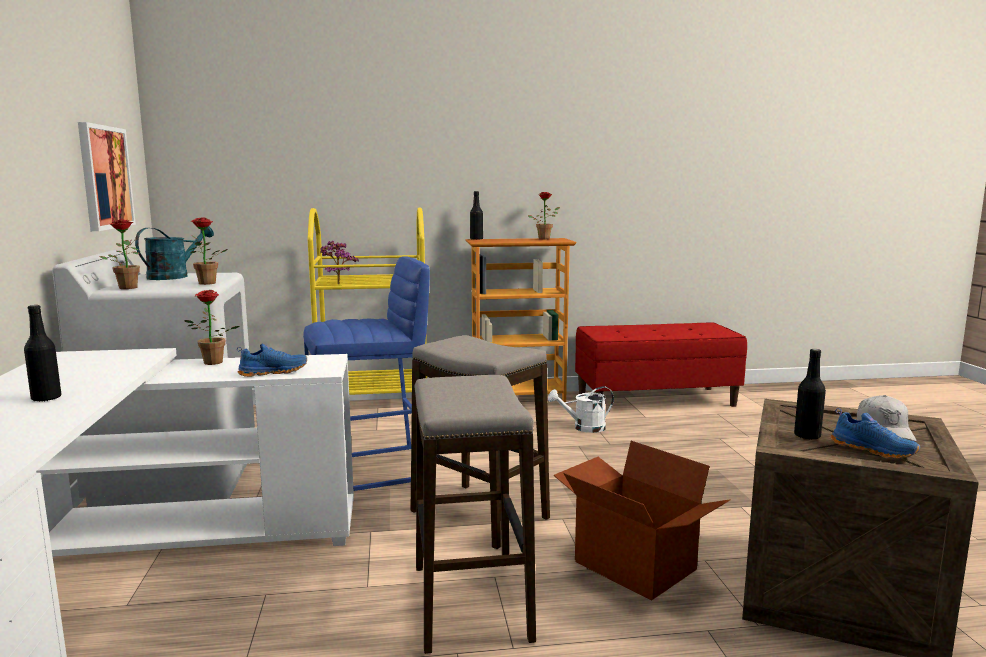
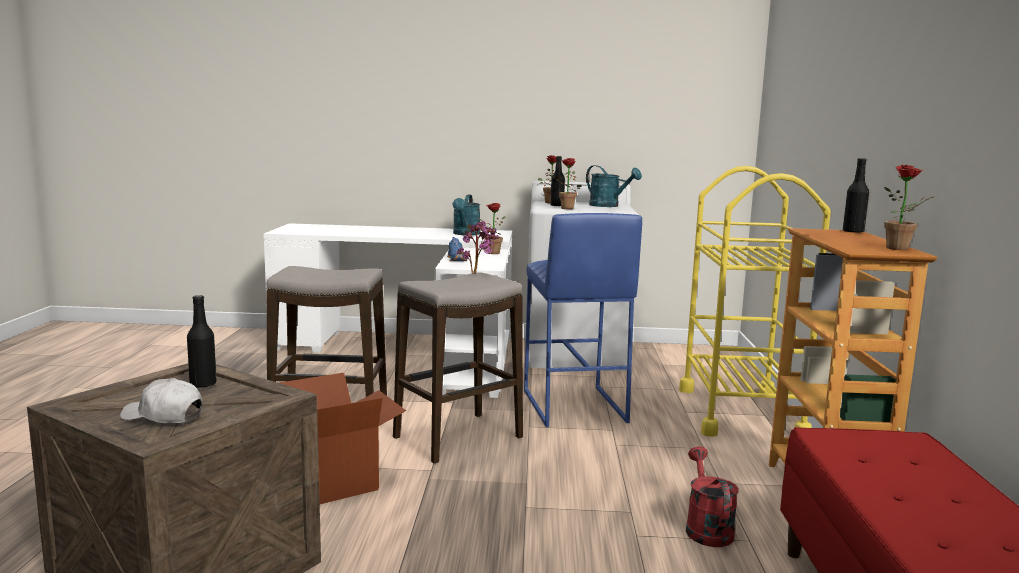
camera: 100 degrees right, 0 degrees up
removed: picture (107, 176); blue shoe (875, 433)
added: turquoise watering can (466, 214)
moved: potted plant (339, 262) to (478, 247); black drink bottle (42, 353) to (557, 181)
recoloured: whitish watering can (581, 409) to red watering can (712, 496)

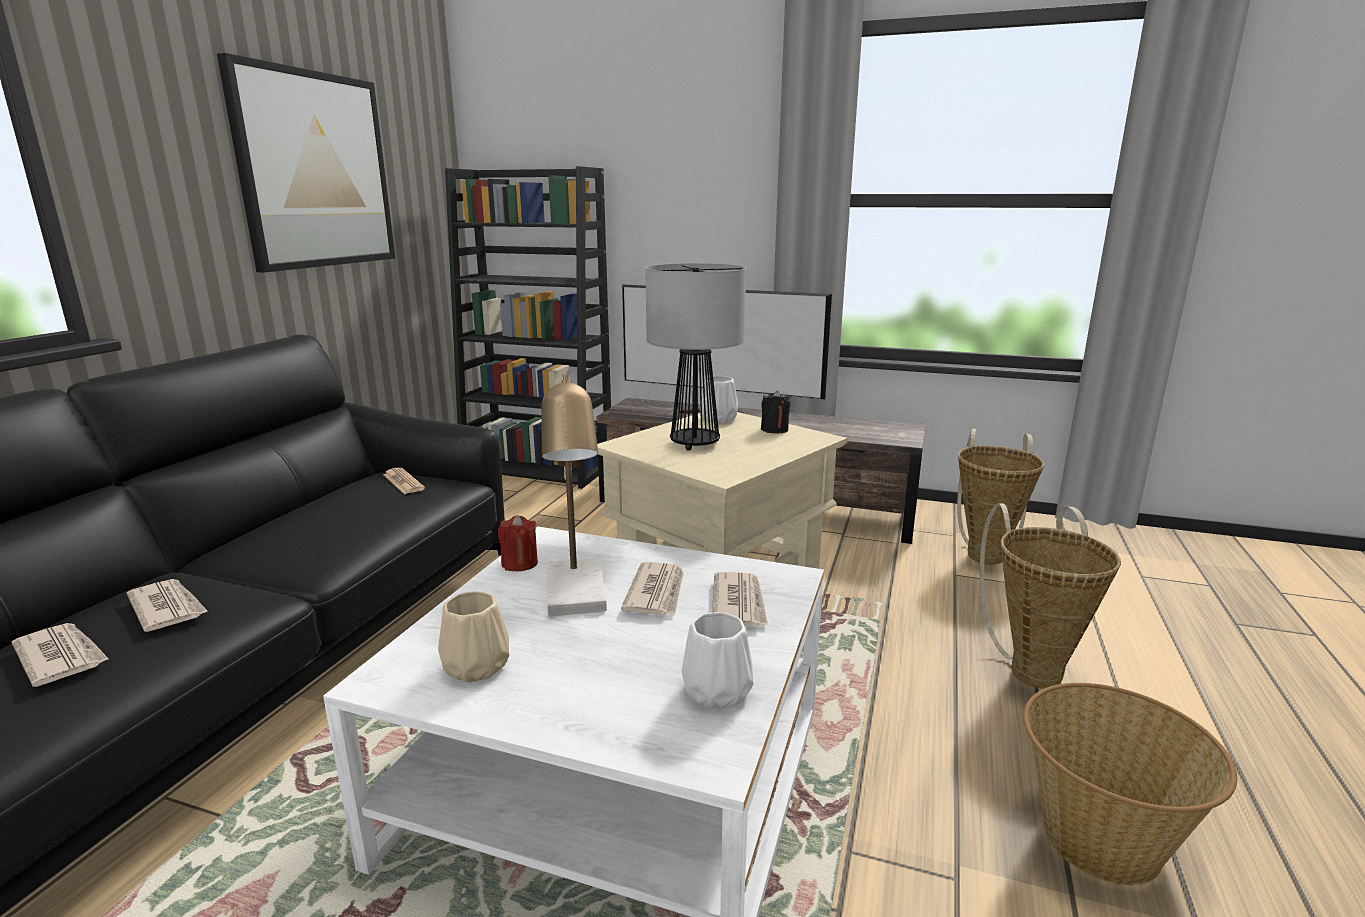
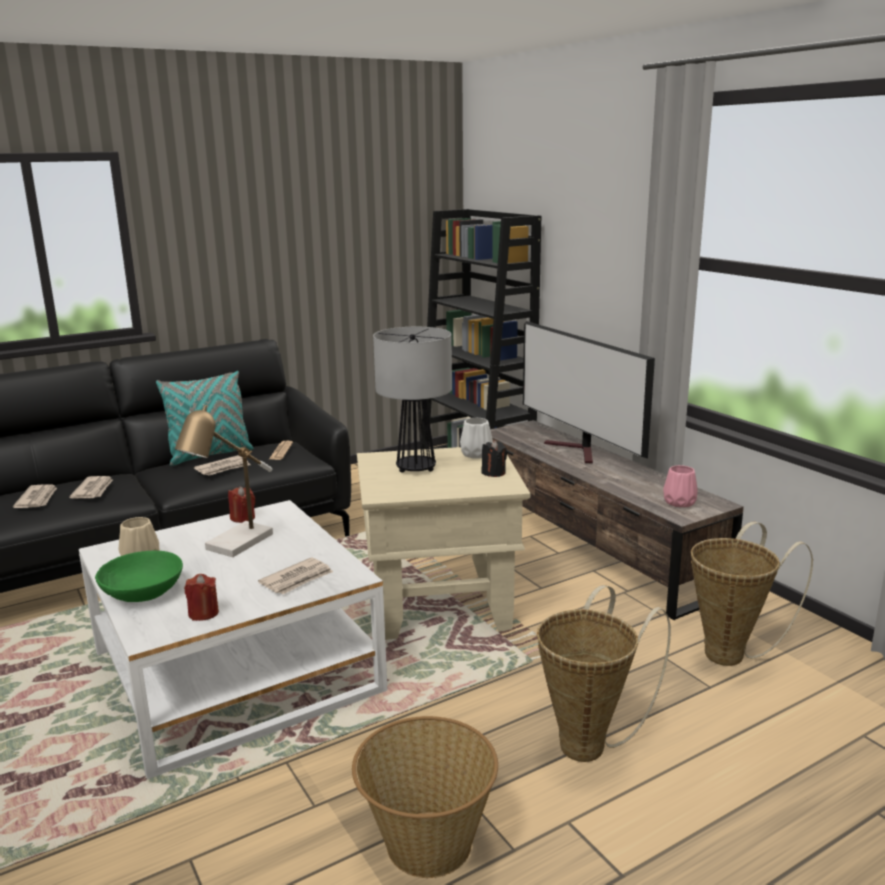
camera: 40 degrees right, 0 degrees up
removed: picture (306, 163)
added: turquoise cushion (205, 418); pink decorative vase (680, 486); green bowl (139, 576)
moved: daily paper (652, 588) to (222, 465)
replaced: whitish decorative vase (717, 660) to red candle (201, 597)

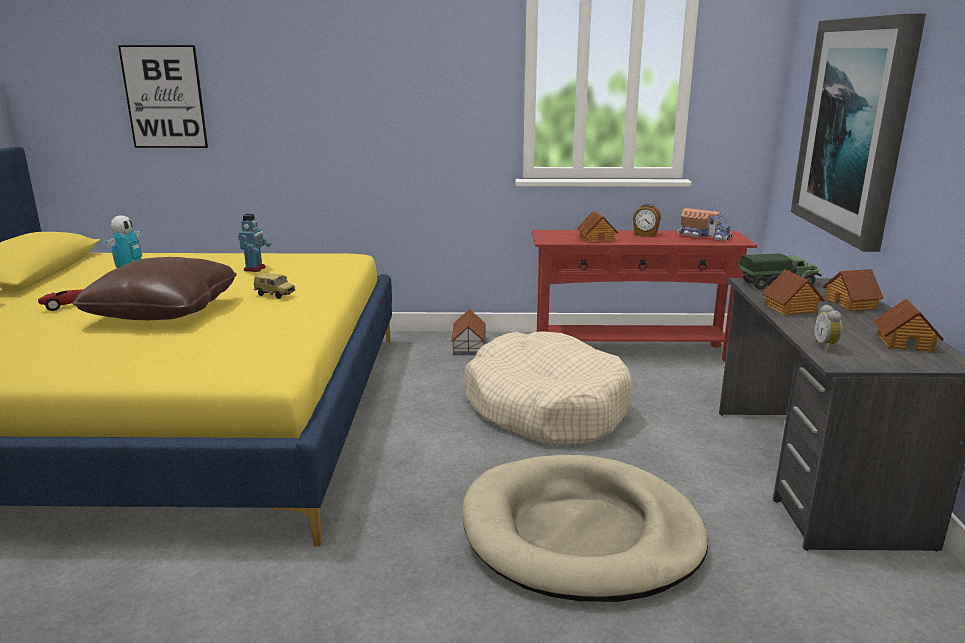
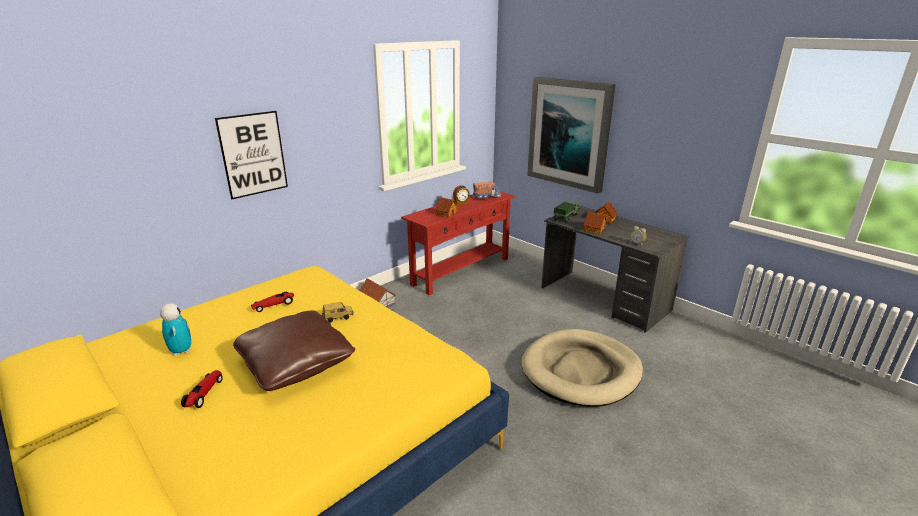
camera: 45 degrees left, 5 degrees up
removed: miniature house (908, 325); beige-coloured dog bed (548, 388)
moved: picture (163, 96) to (251, 155)
replaced: model robot (254, 243) to miniature car (272, 302)

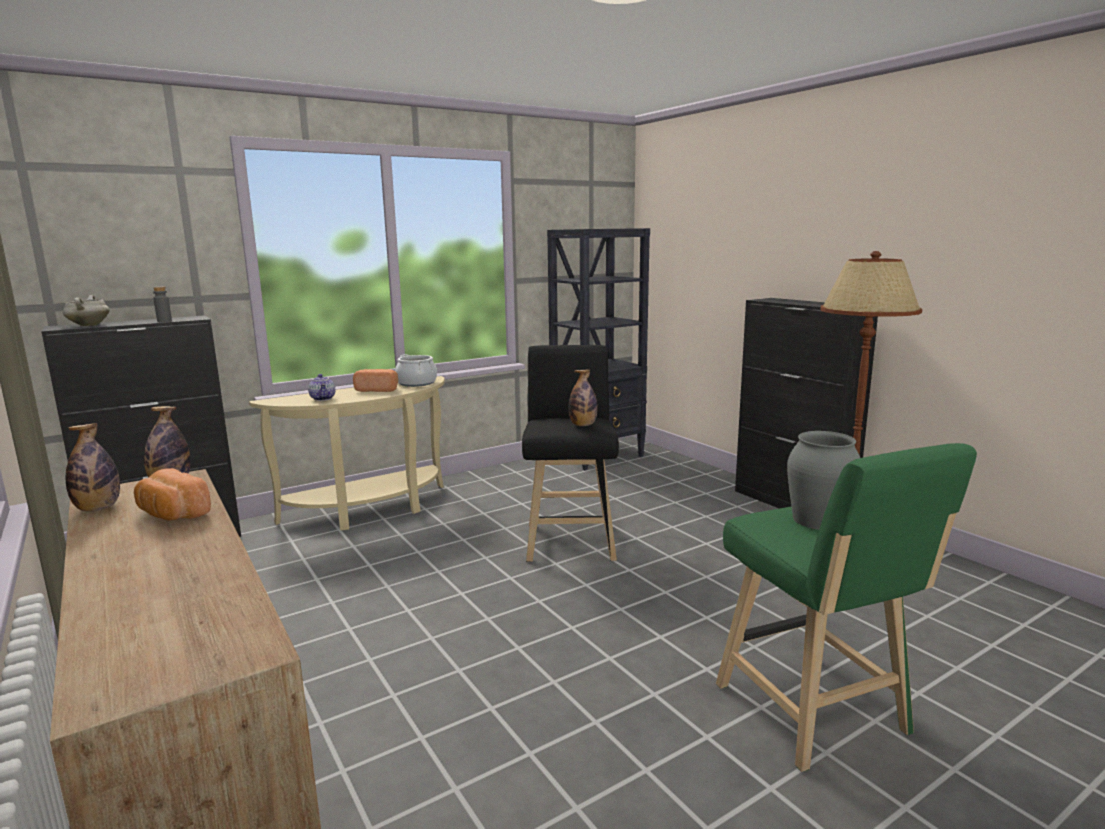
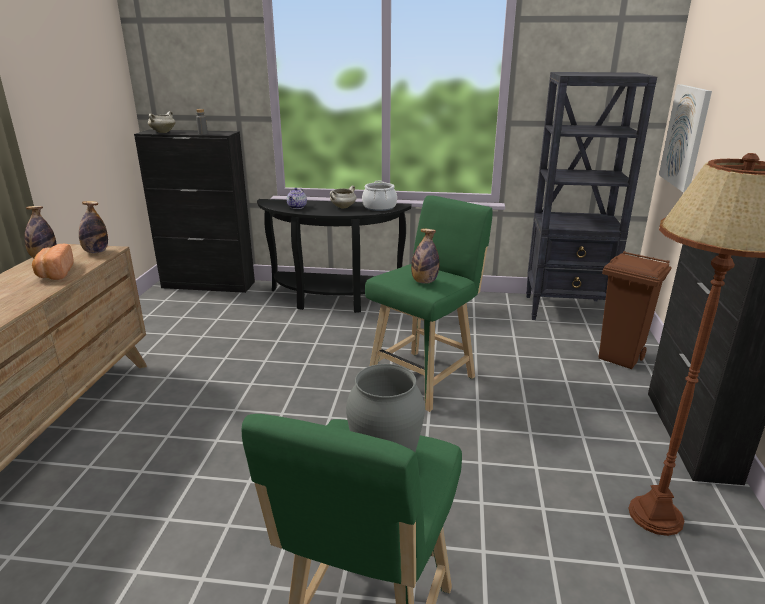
camera: 40 degrees right, 10 degrees up
added: picture (685, 138); brown rubbish bin (635, 310)
replaced: bakery bread (375, 380) to whitish cooking pot (343, 197)
recoloured: black stool seat (570, 453) to green stool seat (428, 303); beige-coloured hall table (347, 453) to black hall table (334, 256)

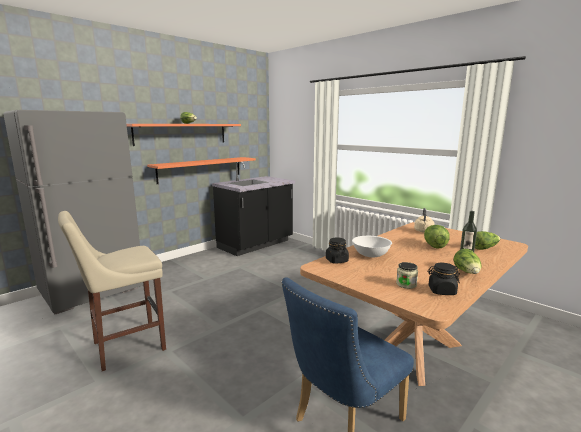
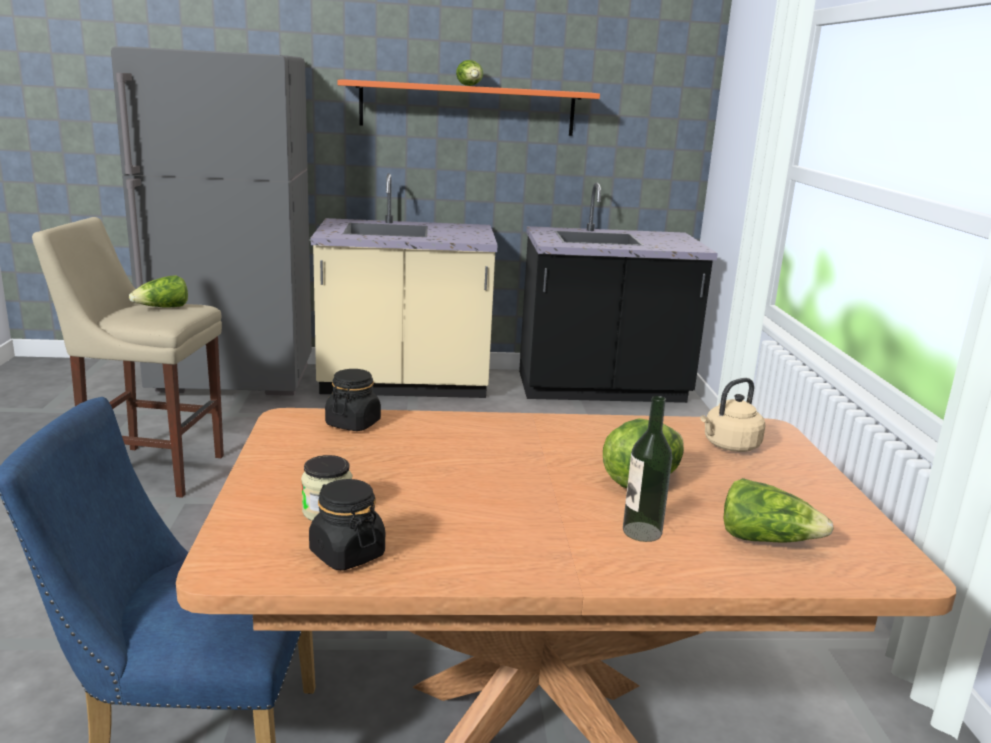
camera: 40 degrees right, 5 degrees up
removed: orange bracket shelf (201, 170); whitish bowl (372, 246)
added: beige-coloured kitchen counter (404, 285)
moved: lettuce (467, 261) to (158, 291)

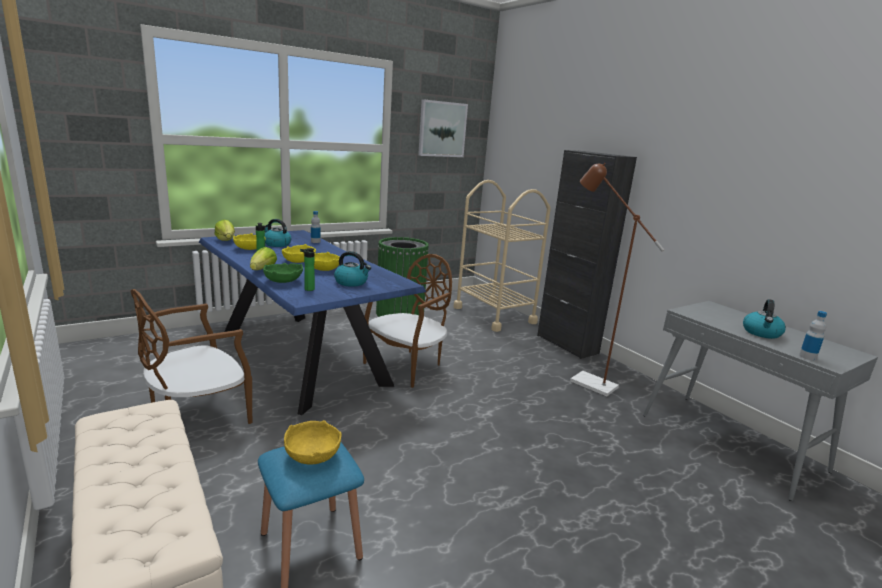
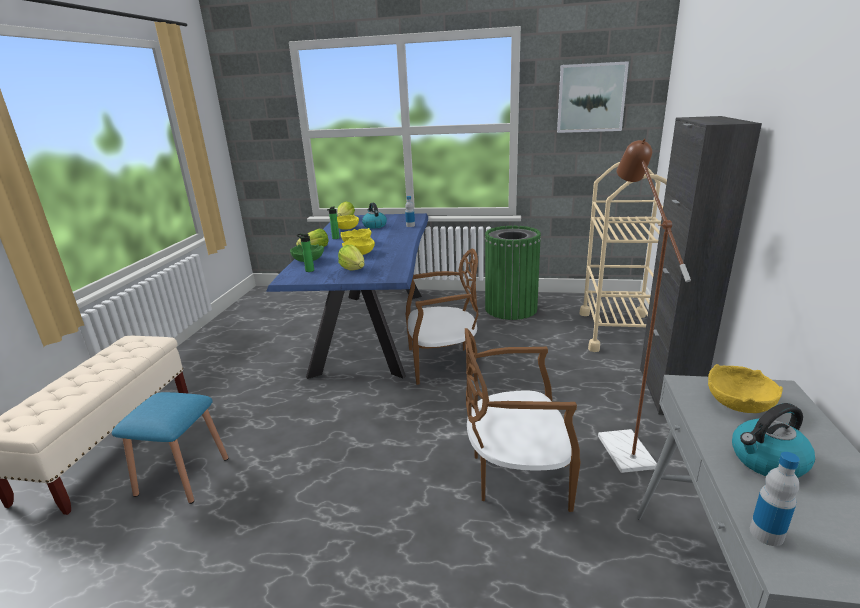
camera: 45 degrees right, 5 degrees up
moved: brown upright chair (191, 356) to (523, 420); yellowish bowl (313, 442) to (745, 388)
replaced: kettle (352, 269) to lettuce (351, 257)

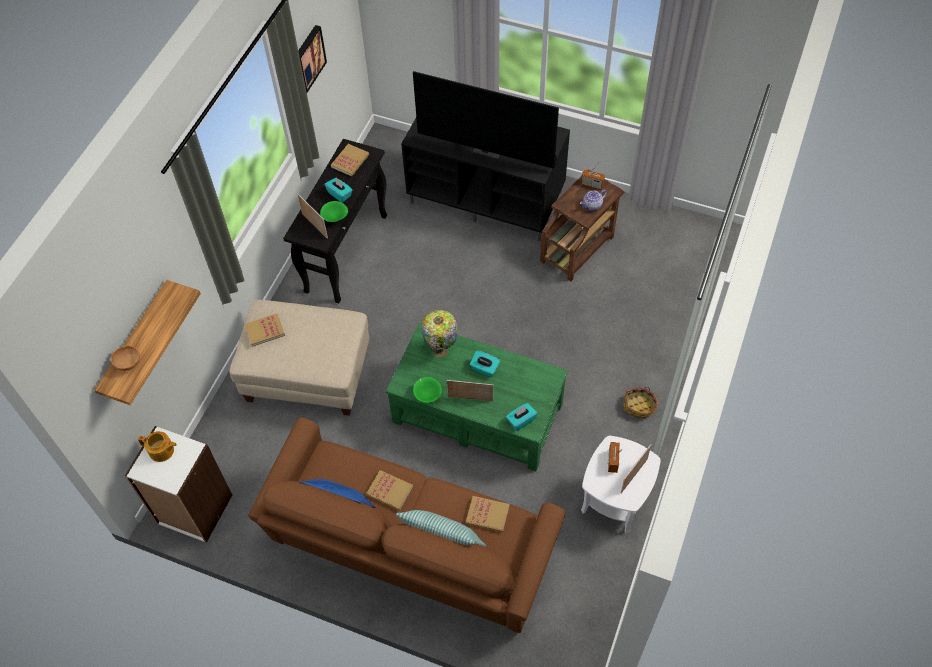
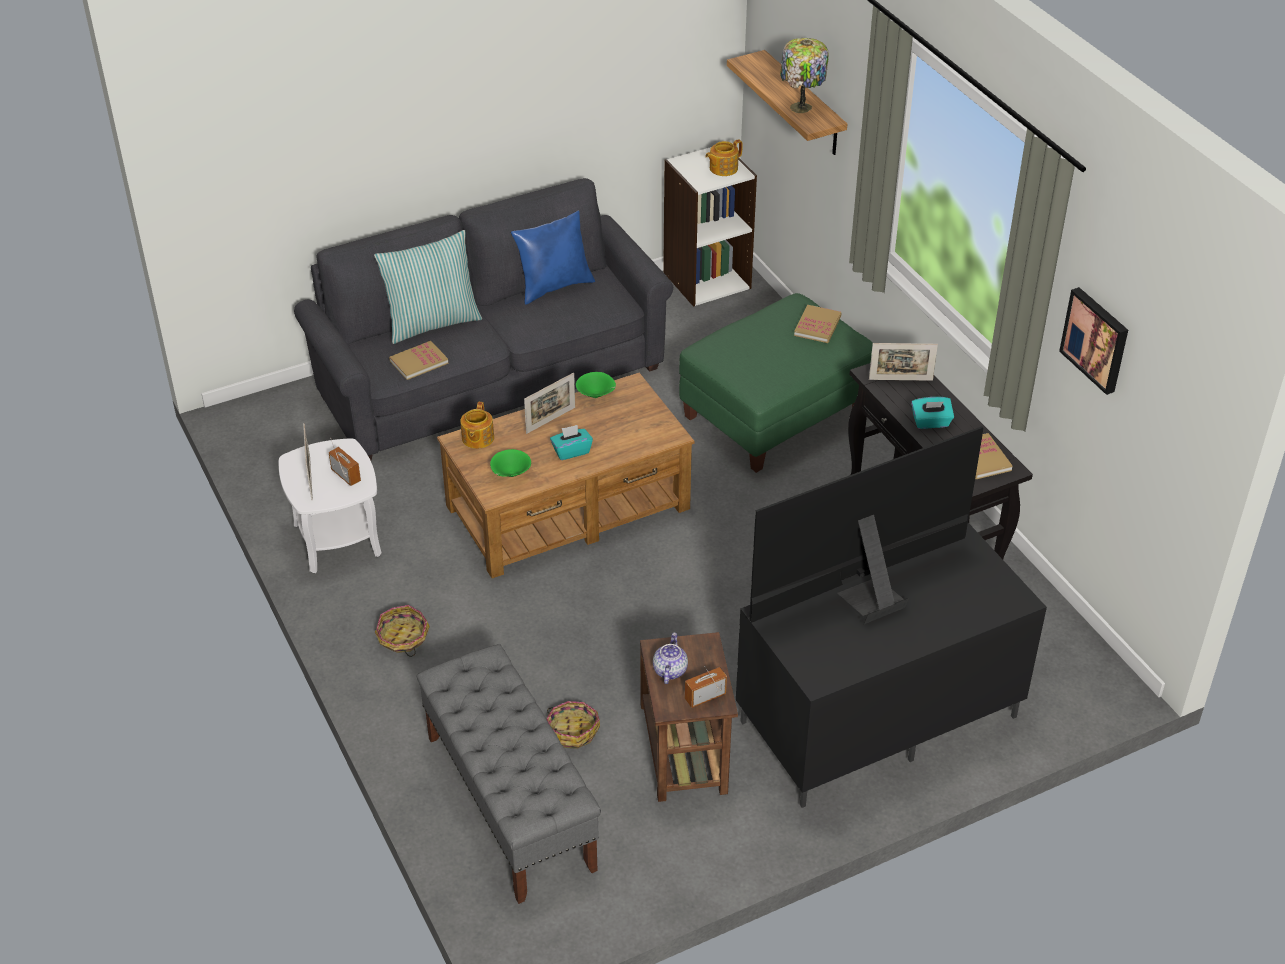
camera: 130 degrees right, 15 degrees down
removed: brown bowl (125, 358); book (389, 490)
added: gray indoor bench (509, 774); household basket (573, 725)
moved: green bowl (334, 211) to (510, 463); tabletop lamp (440, 334) to (804, 75)
replaced: turquoise tissue holder (522, 417) to teapot (477, 425)
recoloured: beige-coloured pouffe (299, 358) to green pouffe (776, 383); green coffee table (477, 397) to brown coffee table (566, 475); brown settee (407, 525) to gray settee (483, 319)

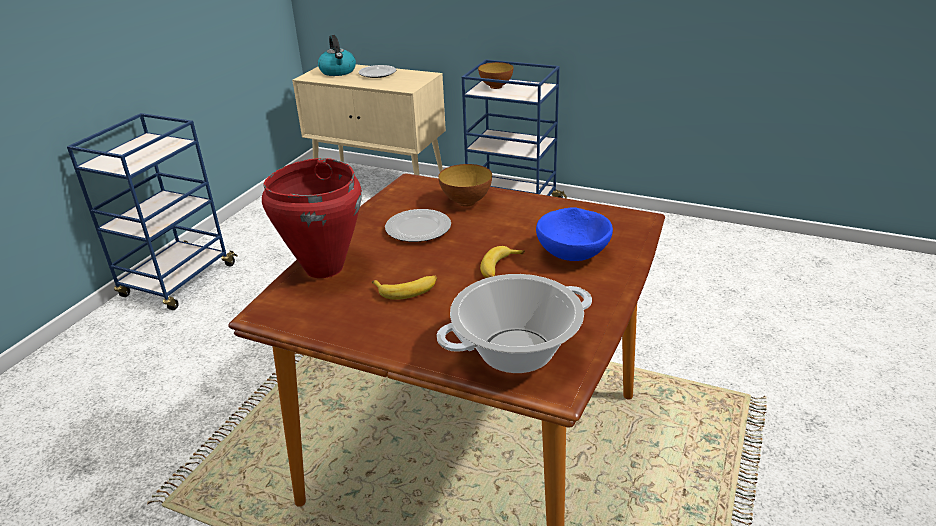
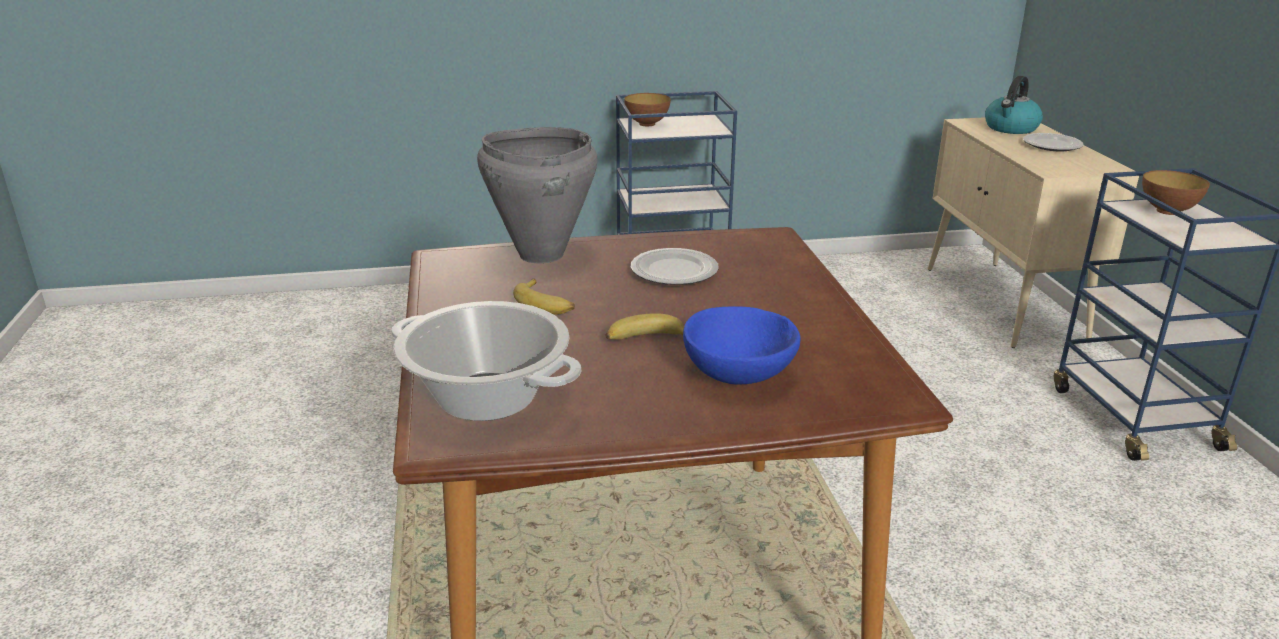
camera: 55 degrees right, 5 degrees down
moved: bowl (465, 185) to (647, 109)
recoloured: red cooking pot (312, 218) to gray cooking pot (537, 195)

